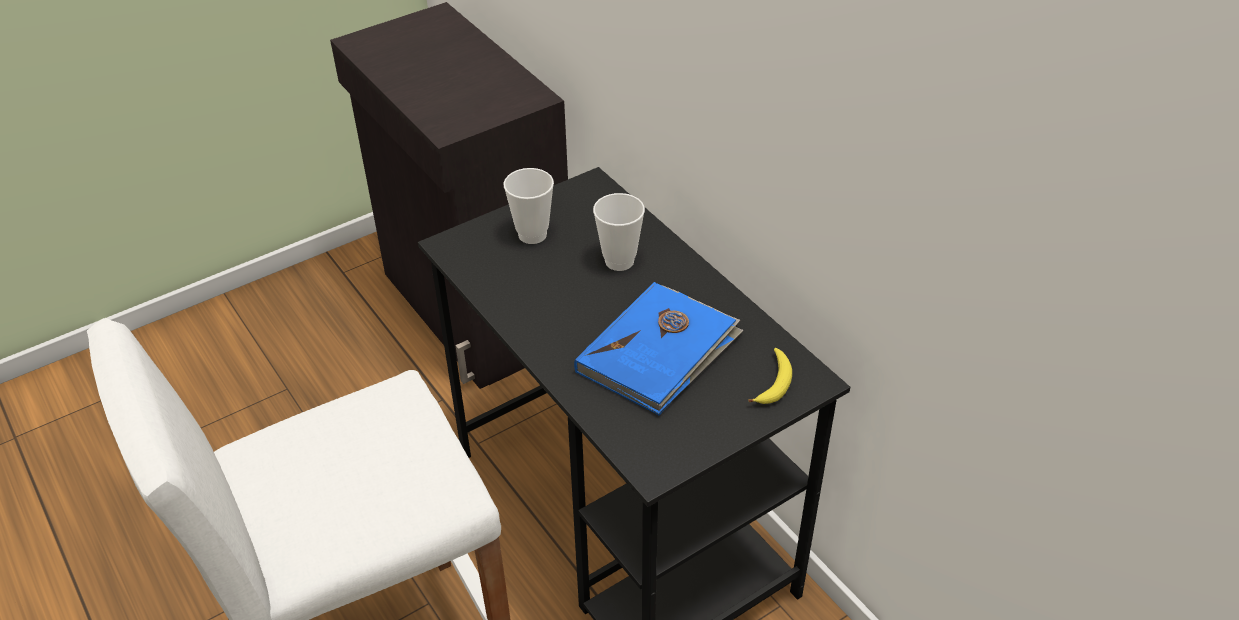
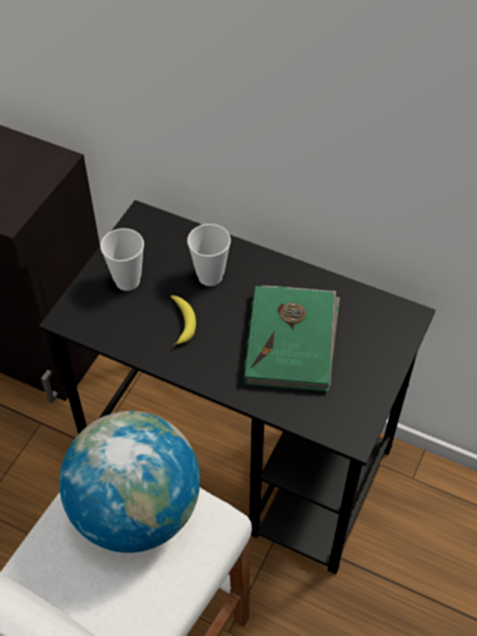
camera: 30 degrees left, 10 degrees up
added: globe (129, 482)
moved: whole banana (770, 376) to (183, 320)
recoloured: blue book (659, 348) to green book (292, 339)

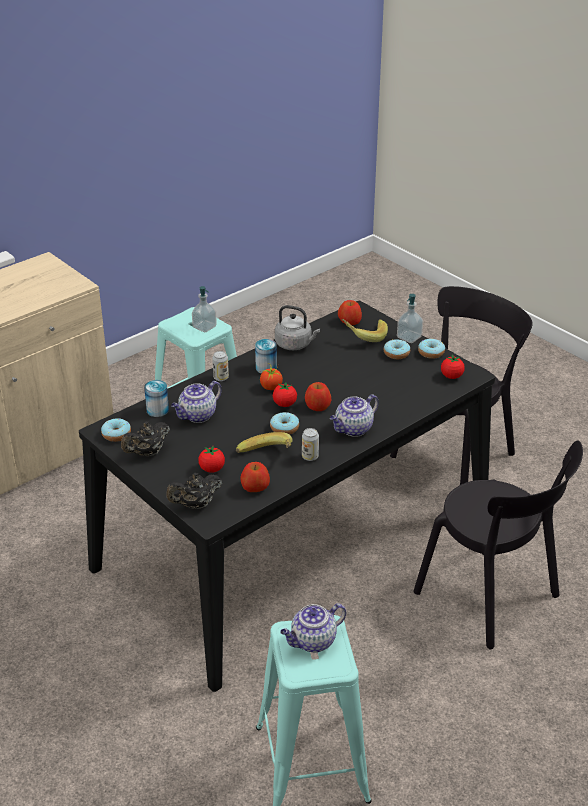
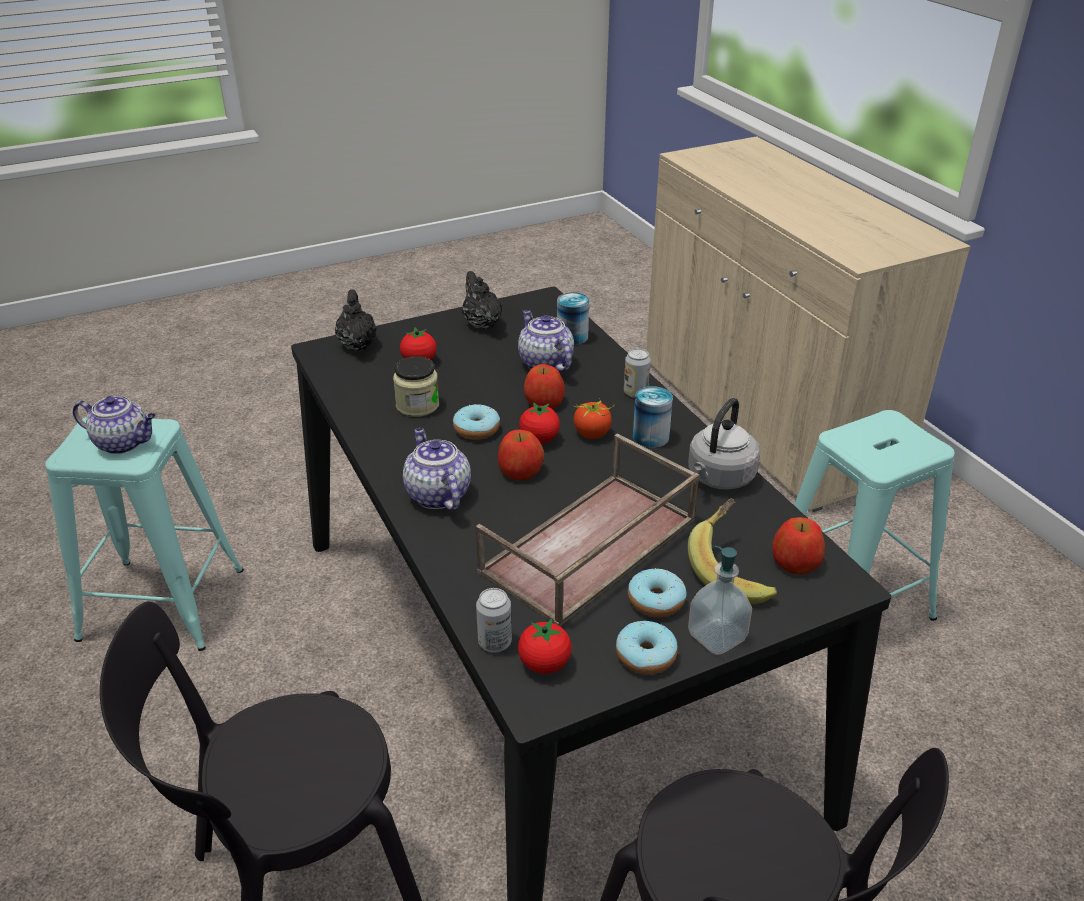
camera: 105 degrees right, 0 degrees up
removed: liquid soap bottle (204, 309); doughnut (116, 430)
added: brown carrying tray (588, 530)
moved: metal can (310, 444) to (494, 620); whole apple (255, 477) to (544, 386)
replaced: whole banana (264, 442) to preserve jar (416, 386)
turned: teapot (313, 628) = (114, 425) 120 degrees clockwise

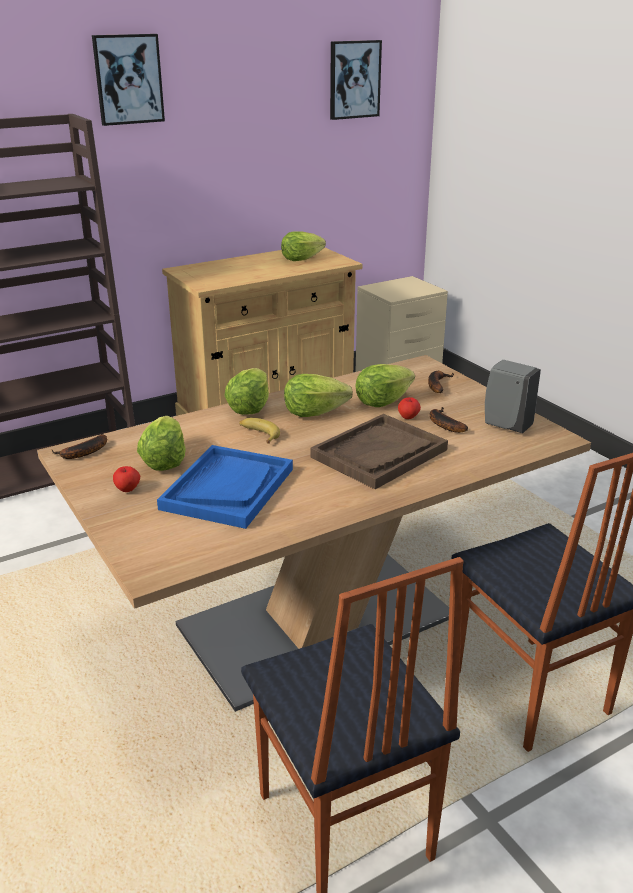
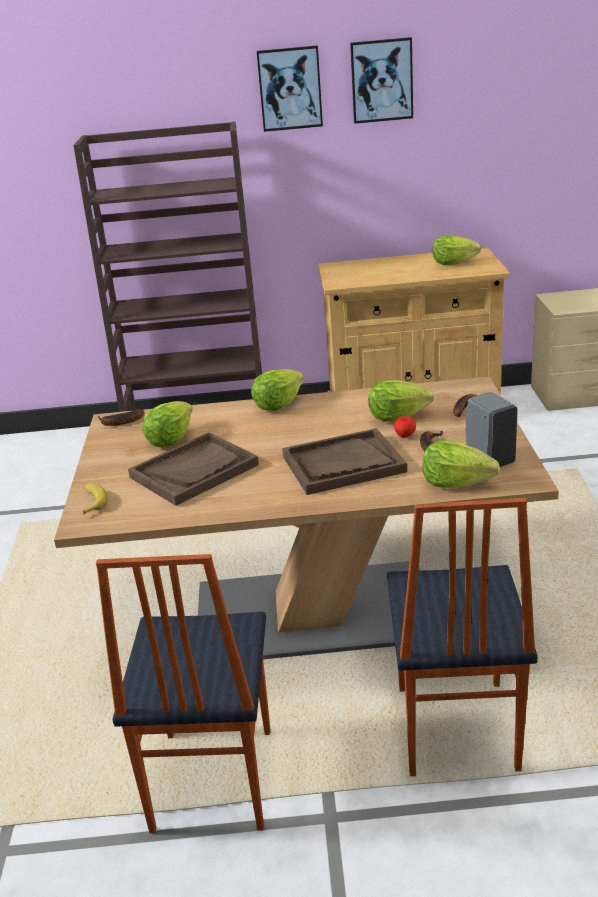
camera: 30 degrees right, 0 degrees up
removed: whole apple (126, 479)
moved: picture (356, 80) to (381, 80); lettuce (318, 395) to (461, 464); whole banana (259, 431) to (95, 498)
recoloured: blue carrying tray (225, 487) to brown carrying tray (193, 469)

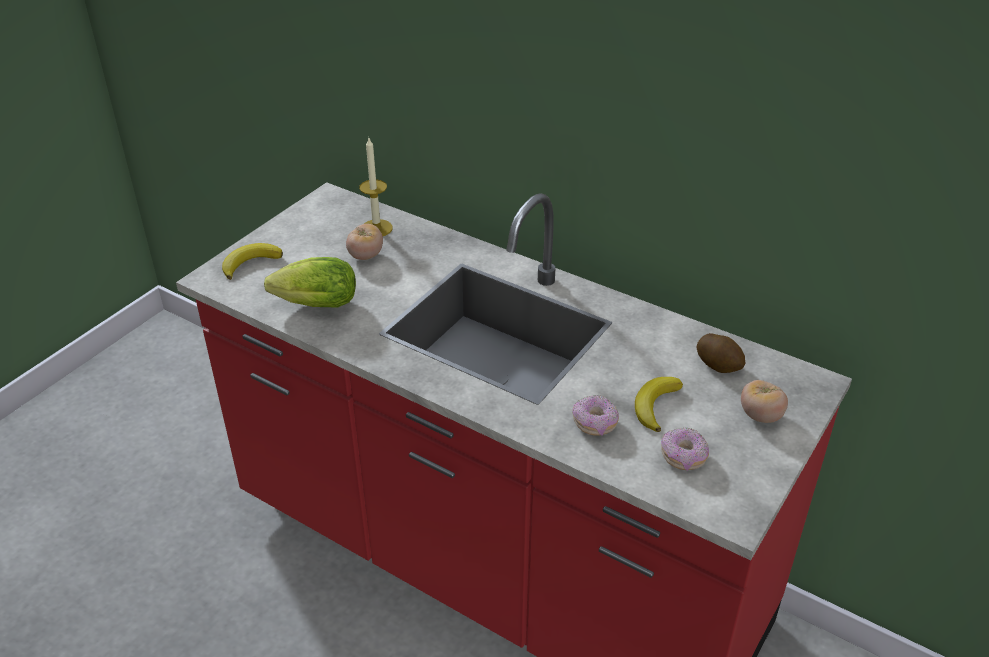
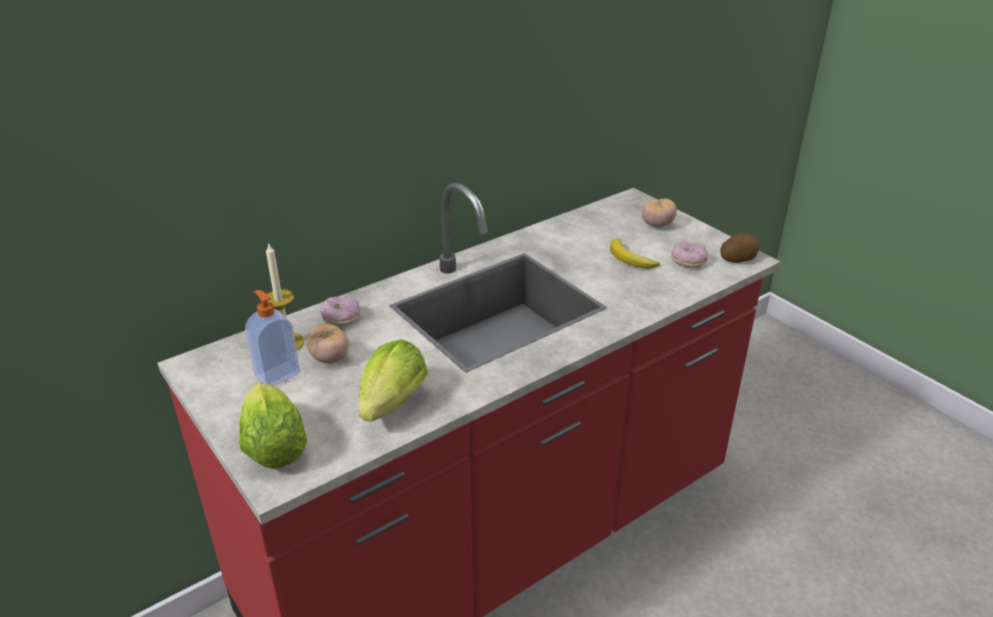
camera: 70 degrees left, 5 degrees down
added: liquid soap bottle (272, 338)
moved: spud (721, 353) to (740, 248); doughnut (595, 415) to (340, 310)
replaced: whole banana (252, 261) to lettuce (273, 426)

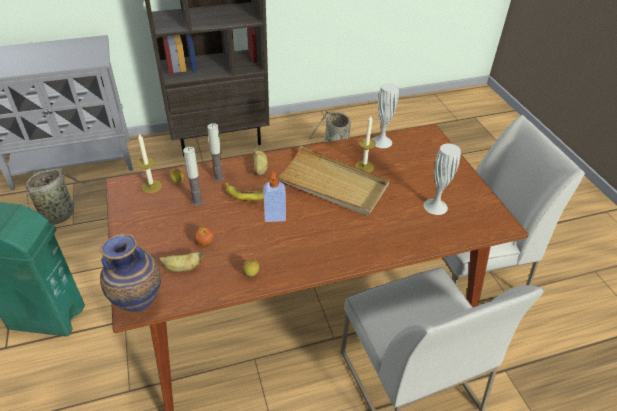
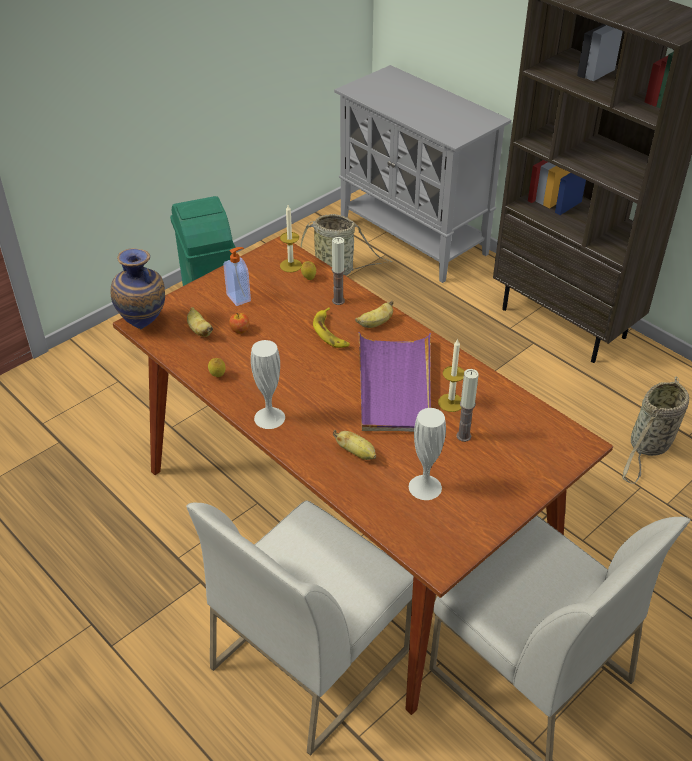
camera: 65 degrees right, 0 degrees up
added: whole banana (354, 445)
moved: whitish decorative vase (385, 115) to (268, 384); candle (193, 176) to (468, 405); liquid soap bottle (274, 196) to (237, 276)
recoloured: beige-coloured carrying tray (333, 181) to purplish carrying tray (395, 382)

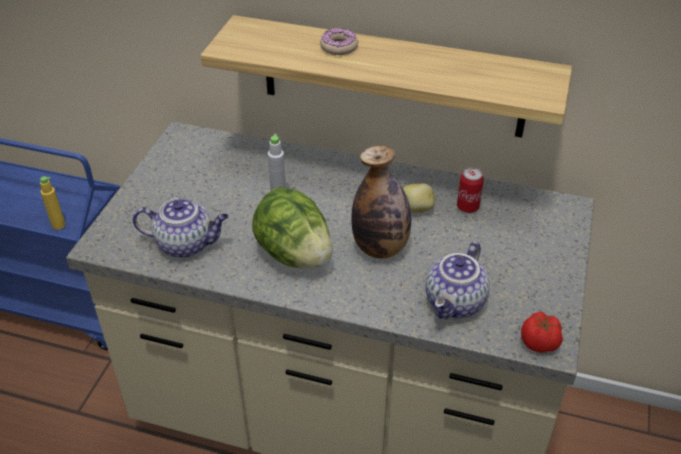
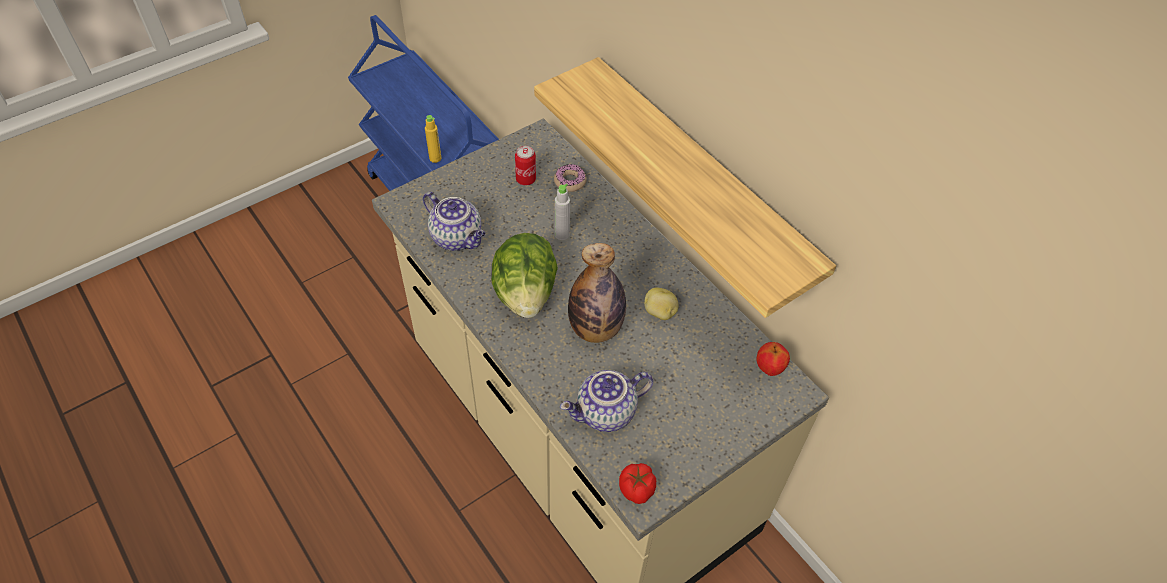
camera: 35 degrees right, 10 degrees up
added: whole apple (773, 359)
moved: doughnut (339, 41) to (570, 178); metal can (470, 190) to (525, 166)

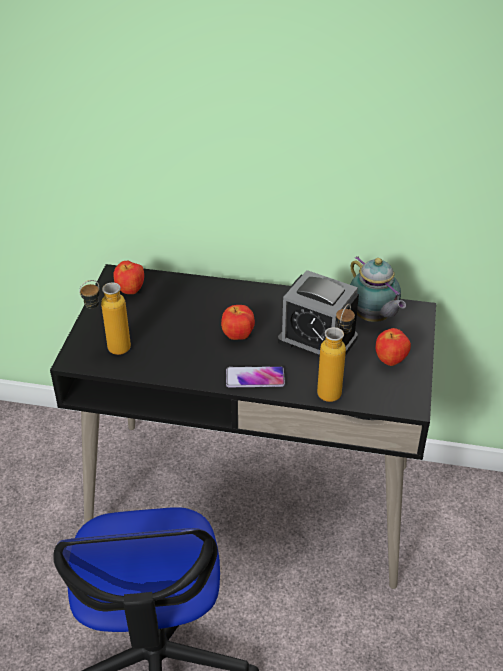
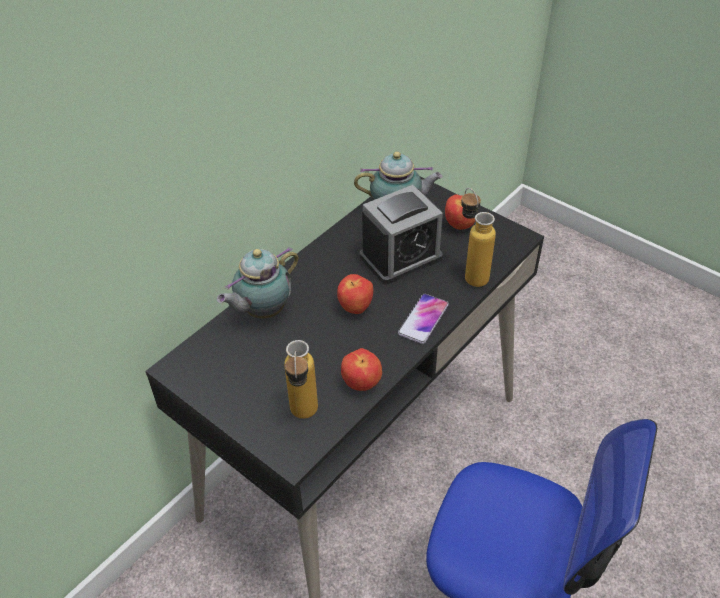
camera: 60 degrees left, 5 degrees up
added: teapot (258, 283)
moved: whole apple (128, 277) to (361, 369)

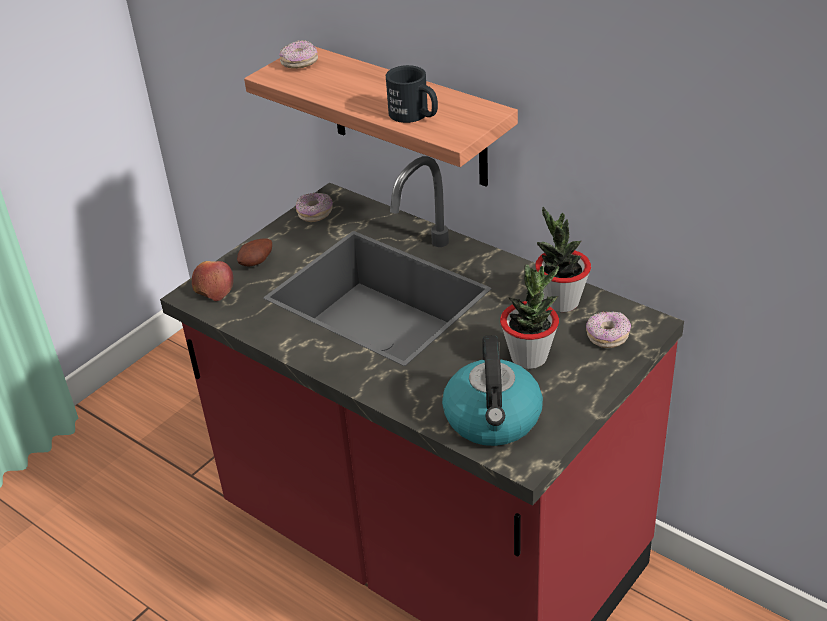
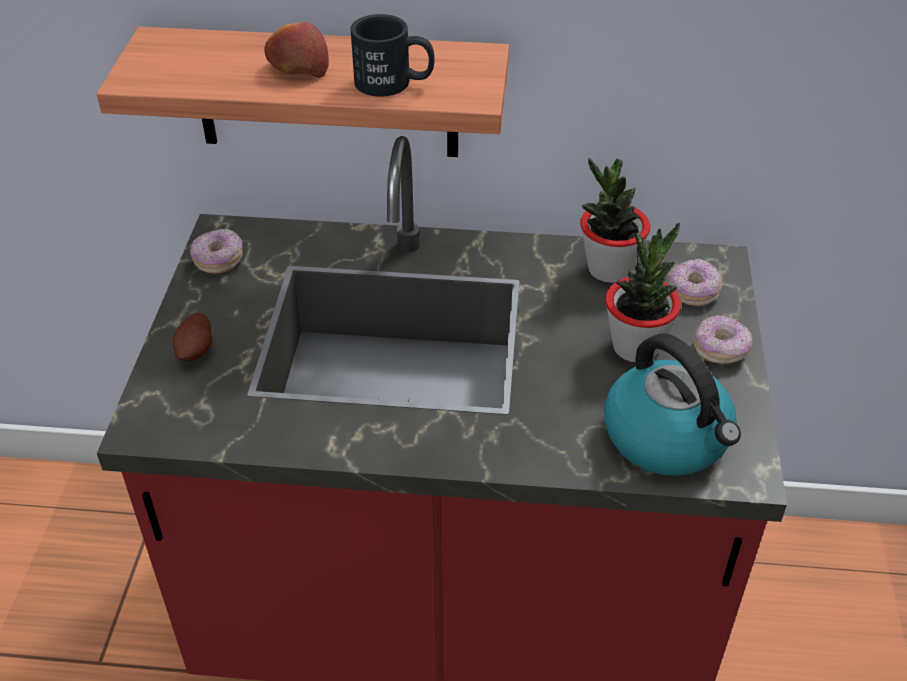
camera: 35 degrees left, 5 degrees up
moved: doughnut (298, 54) to (723, 339); whole apple (212, 281) to (297, 50)

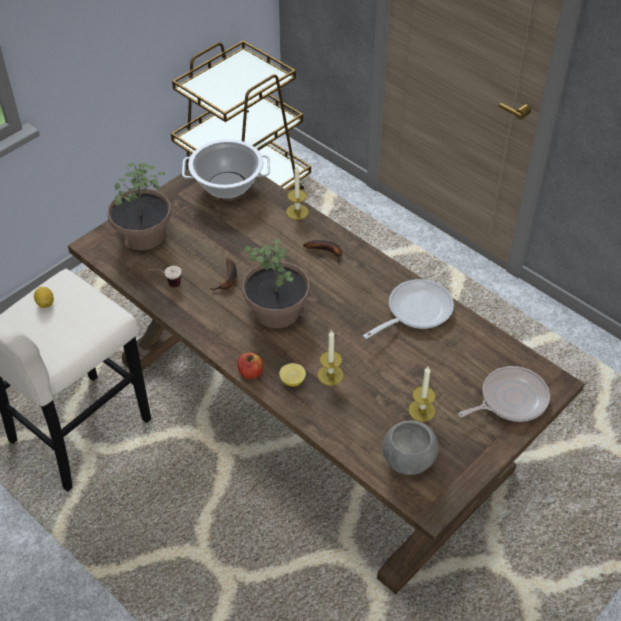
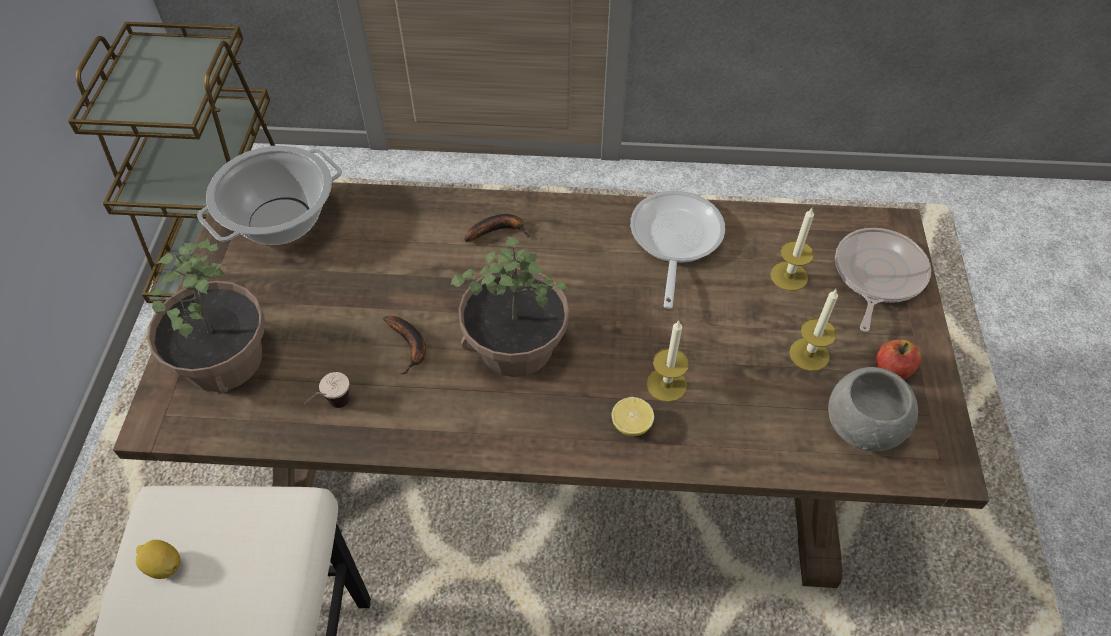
camera: 40 degrees left, 5 degrees up
moved: candle (297, 193) to (792, 249); whole apple (250, 366) to (898, 359)

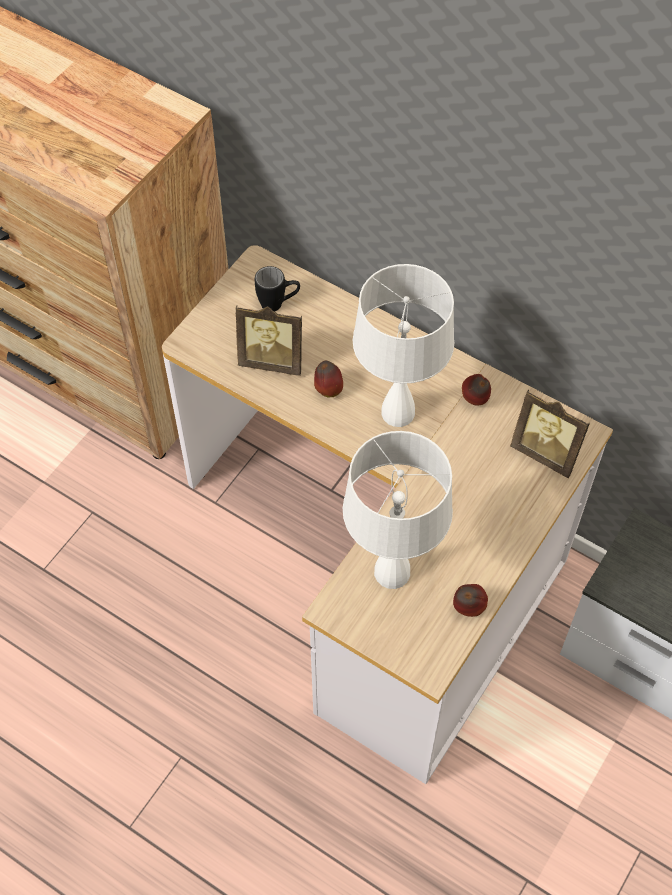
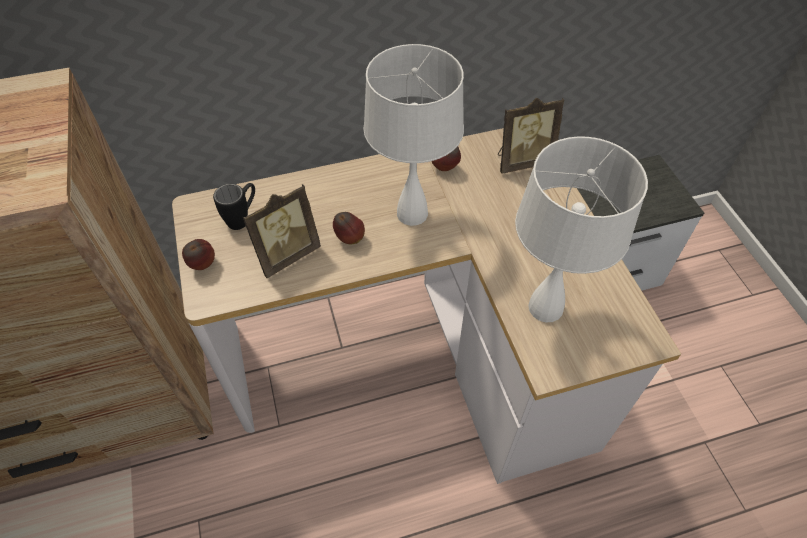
camera: 50 degrees left, 5 degrees down
moved: whole apple (470, 600) to (198, 254)

